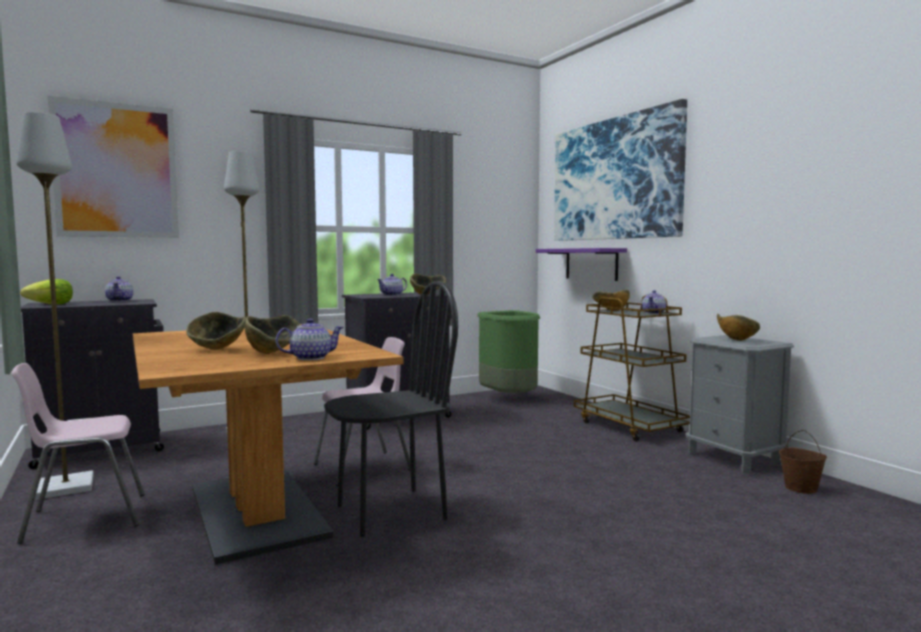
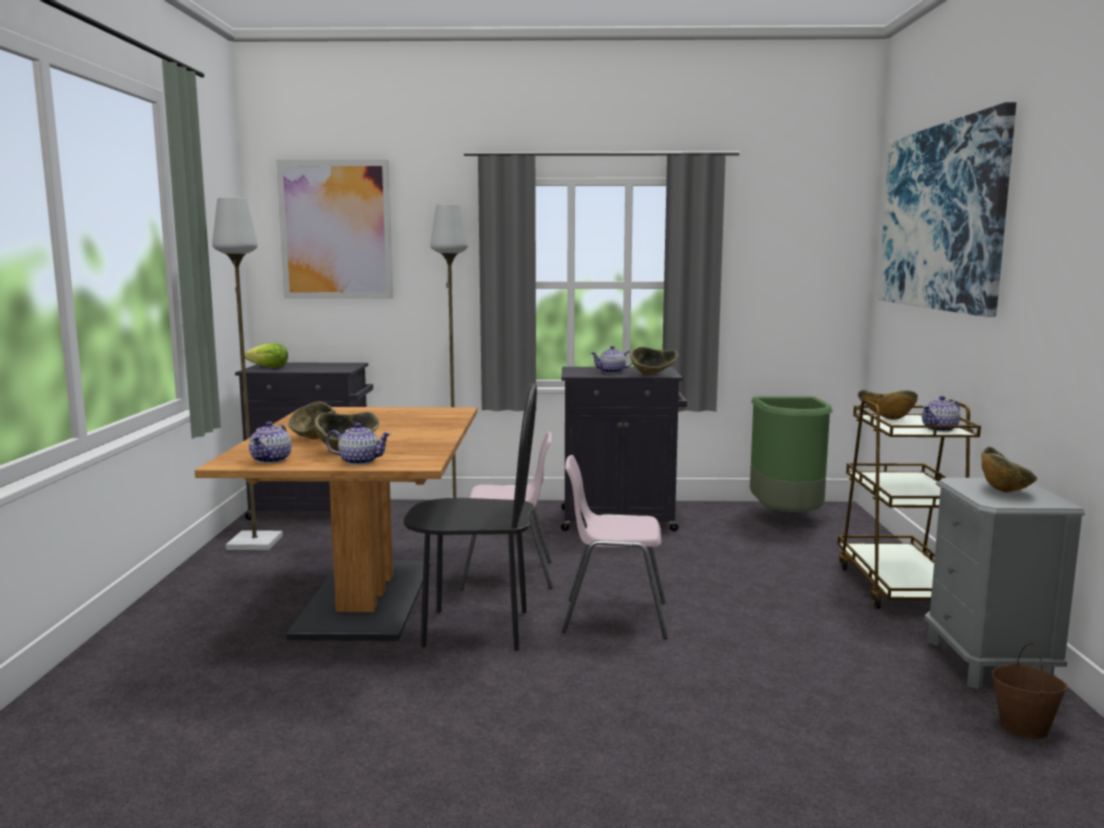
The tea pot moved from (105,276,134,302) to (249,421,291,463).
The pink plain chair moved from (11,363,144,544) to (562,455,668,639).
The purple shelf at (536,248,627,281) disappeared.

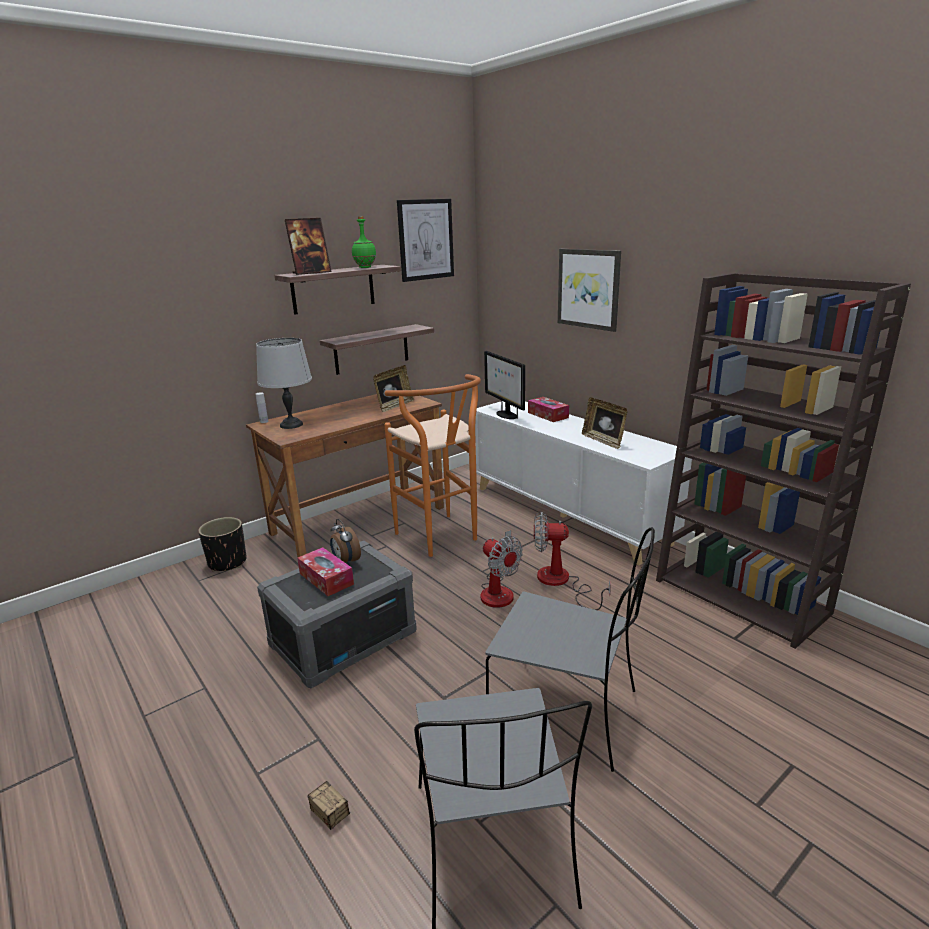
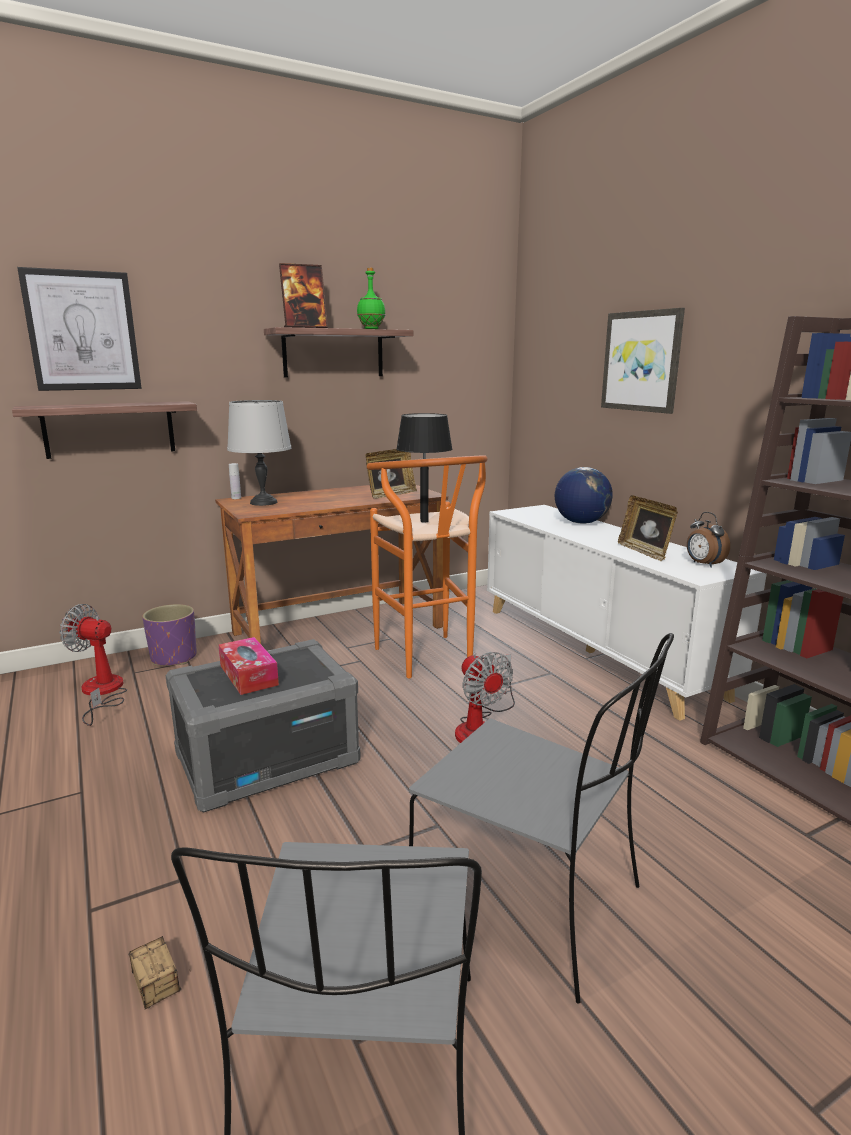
The shelf moved from (320,324,434,375) to (12,401,197,459).
The wall art moved from (397,199,454,282) to (17,267,142,391).
The electric fan moved from (534,512,611,610) to (59,604,127,726).
The black plant pot at (198,517,247,572) became the purple plant pot at (142,604,197,666).
The black lamp for a table at (396,413,453,522) appeared.
The box of tissues at (528,397,569,422) was replaced by the desk globe at (555,467,613,524).
The table clock moved from (330,519,361,566) to (687,512,730,568).
The computer screen at (484,351,525,419) disappeared.

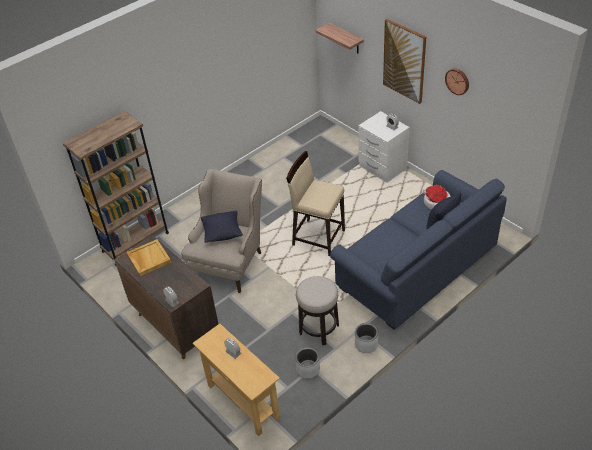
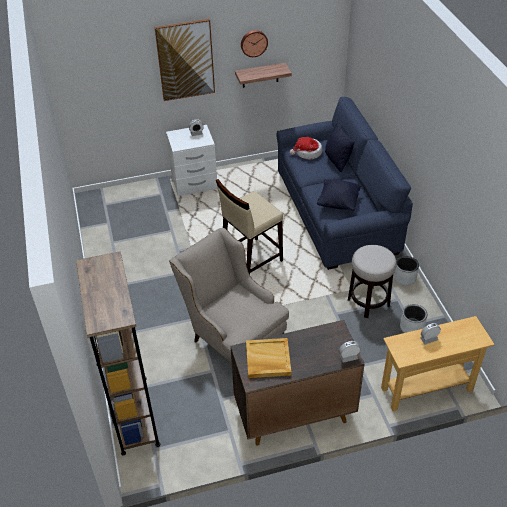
The shelf moved from (316,23,364,53) to (235,63,292,88).
The black throw pillow moved from (201,211,243,243) to (317,179,361,211).

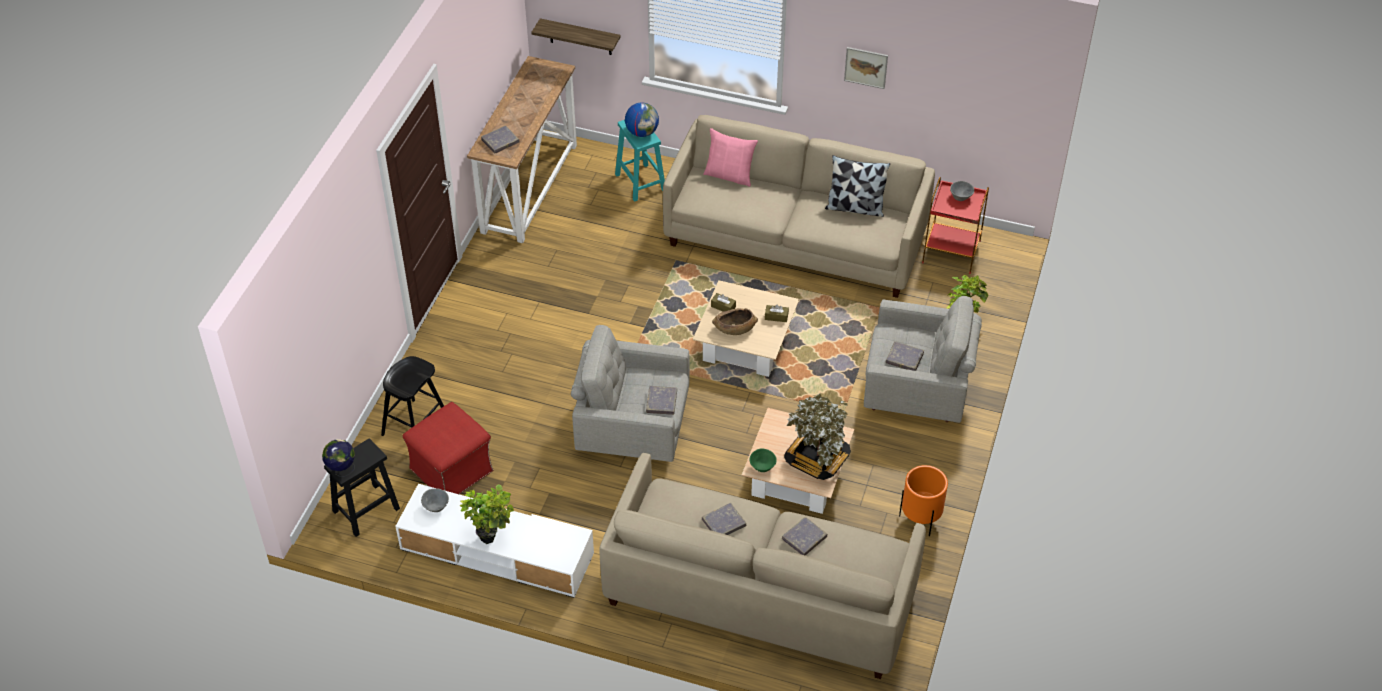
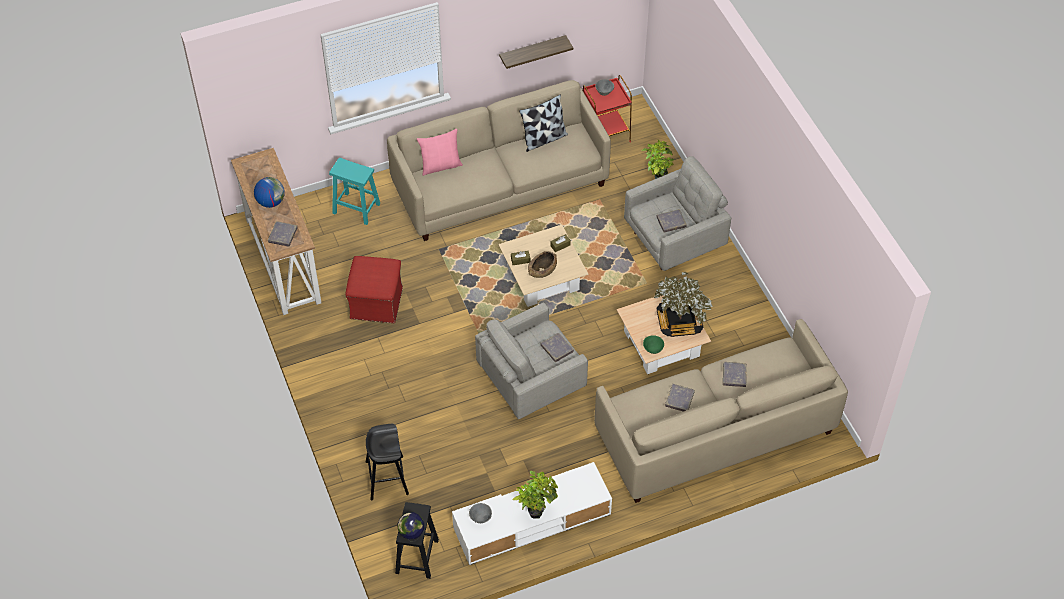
The desk globe moved from (625,103,659,137) to (254,177,285,208).
The reddish footrest moved from (403,402,493,494) to (345,256,403,323).
The shelf moved from (531,18,620,55) to (499,35,573,69).
The wall art at (844,47,888,89) disappeared.
The orangey plant pot at (899,465,948,536) disappeared.

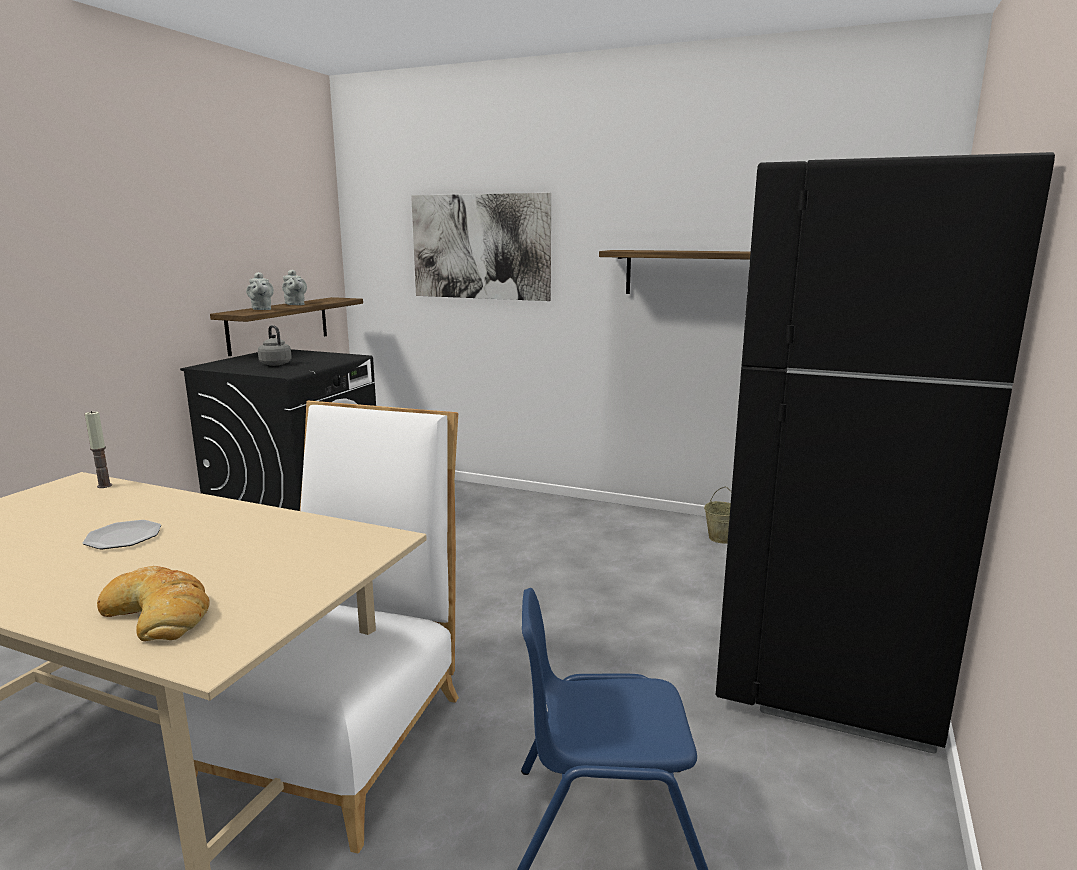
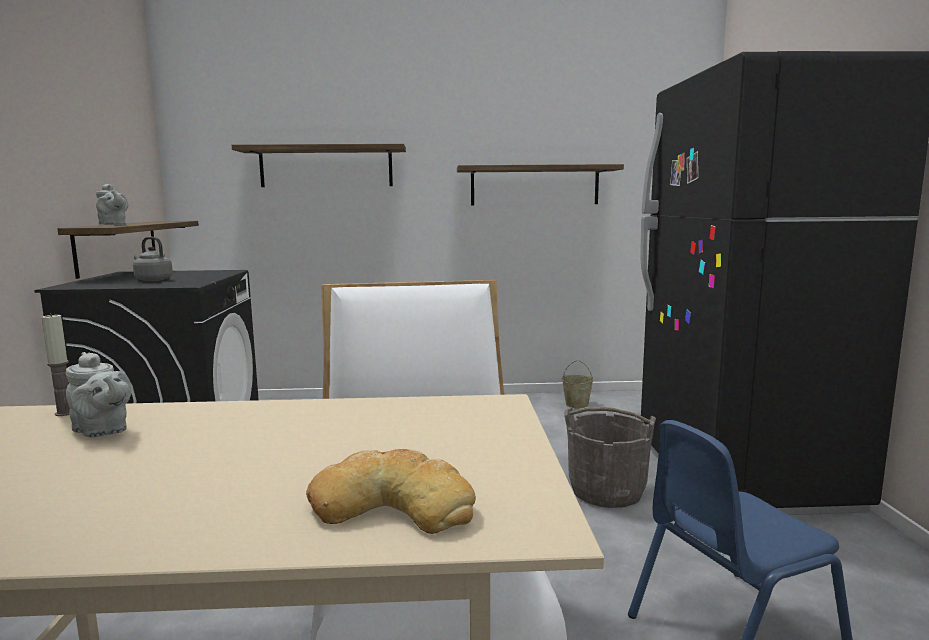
The grey tea pot moved from (282,270,307,305) to (65,352,132,438).
The wall art at (411,193,551,301) was replaced by the shelf at (232,144,406,187).
The grey bucket at (564,407,656,508) appeared.
The flat dish at (83,520,161,549) disappeared.

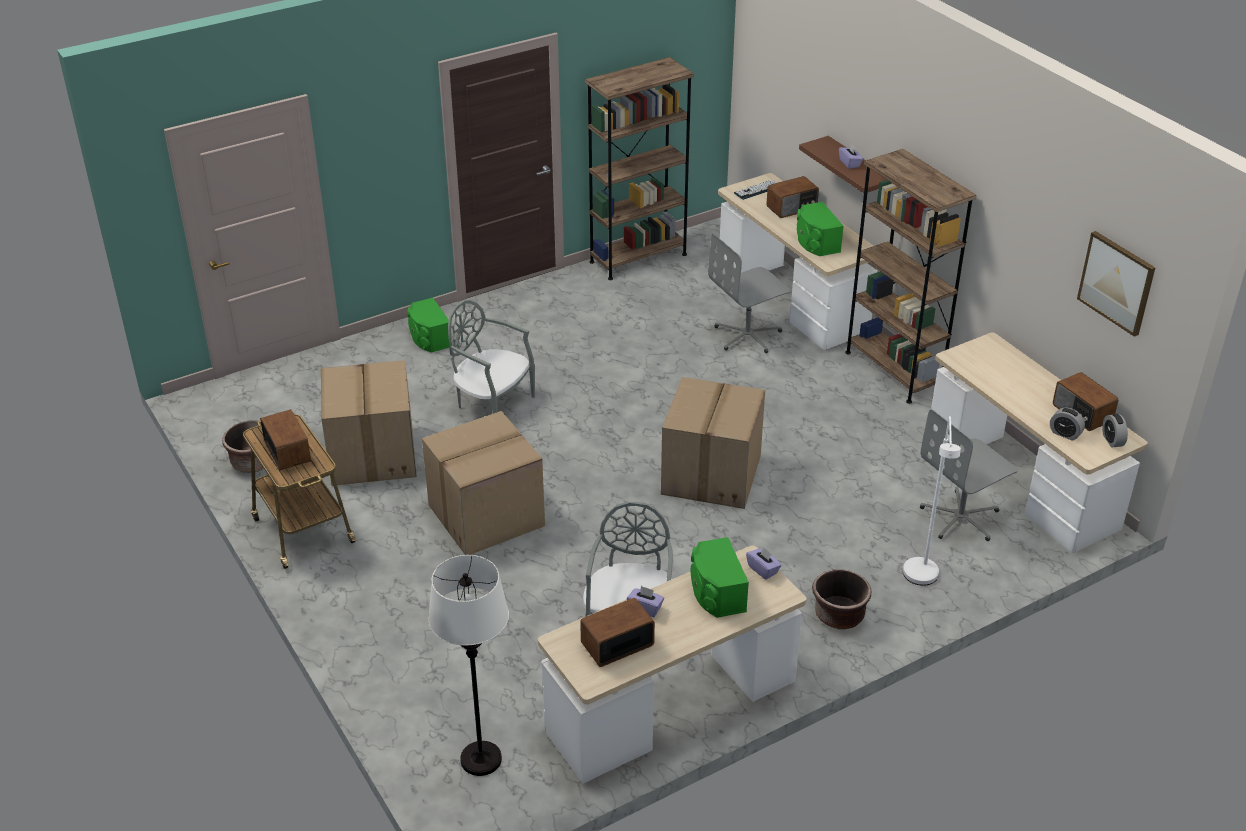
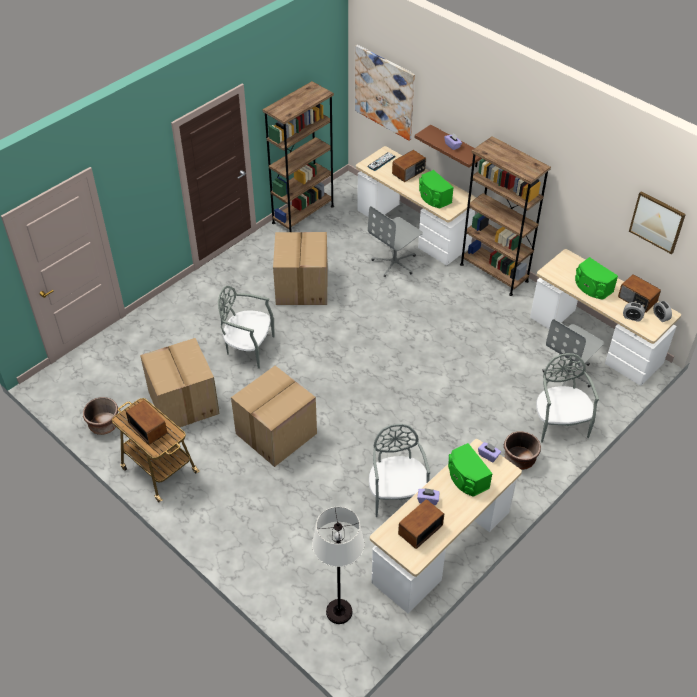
The cardboard box moved from (661,377,765,509) to (273,232,328,305).
The wall art at (355,45,415,141) appeared.
The white standard lamp at (903,416,961,586) was replaced by the grey plain chair at (536,353,599,443).
The greenish speaker moved from (408,298,452,353) to (575,257,618,300).

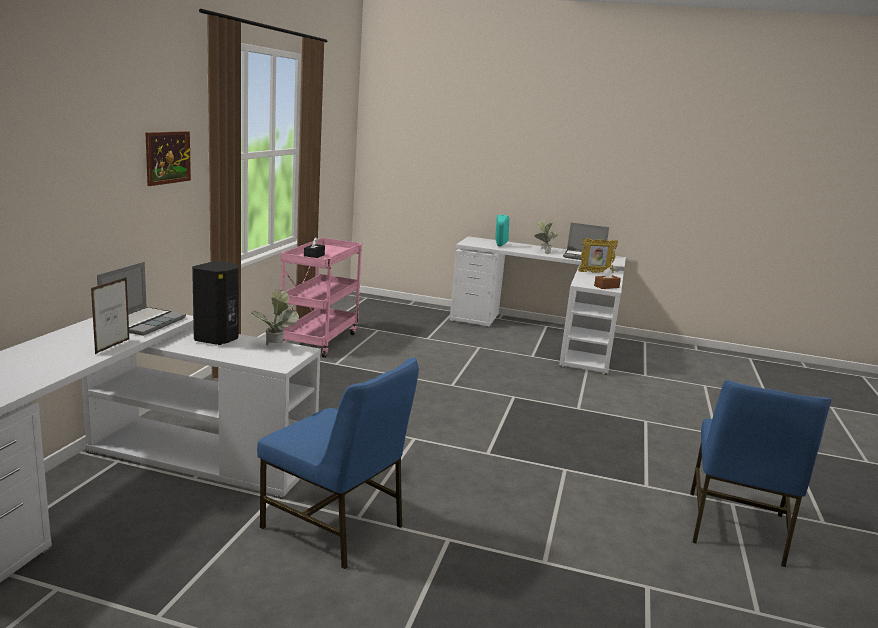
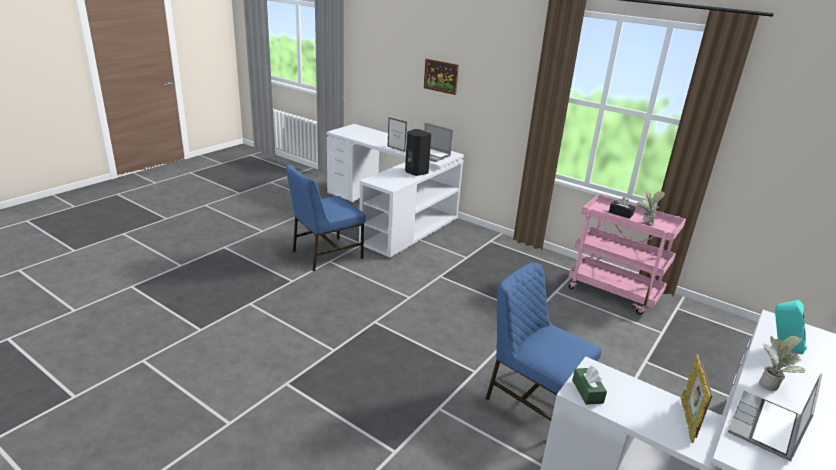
The wall art moved from (146,131,191,186) to (424,59,459,95).
The blue-coloured plain chair moved from (690,380,832,567) to (485,262,601,421).
The brown-coloured box of tissues at (594,268,621,289) became the greenish box of tissues at (572,365,607,405).
The potted plant moved from (251,289,299,345) to (636,190,665,226).

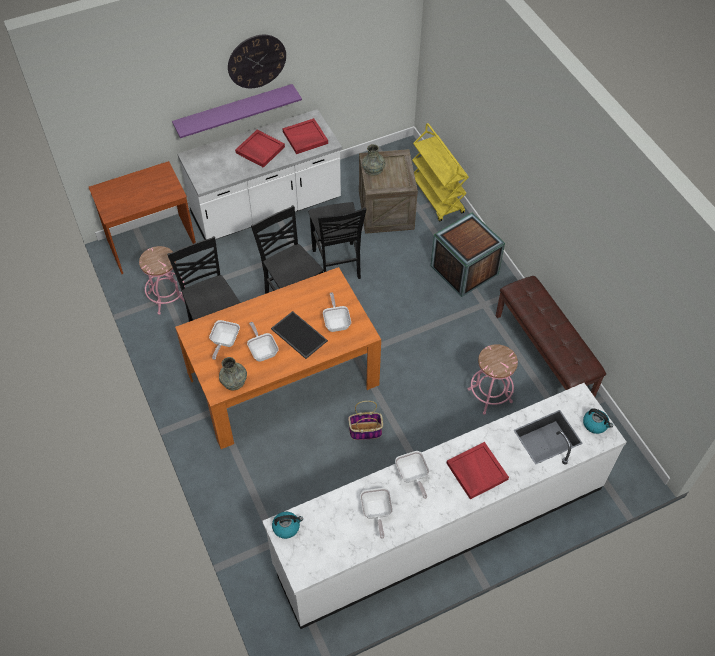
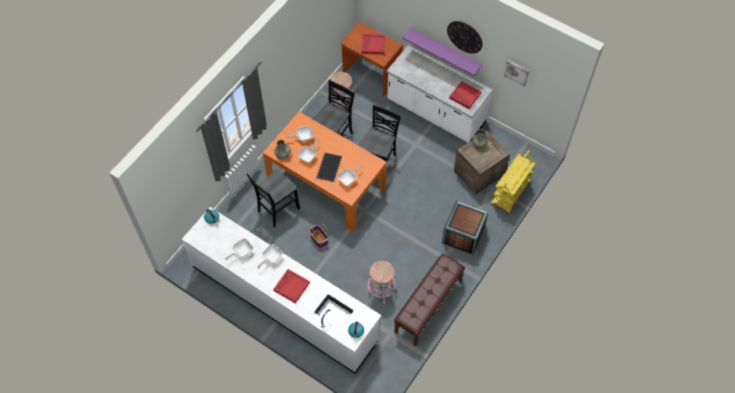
The black plain chair moved from (308,202,367,279) to (247,170,300,227).
The reddish serving tray moved from (235,130,285,168) to (361,34,385,55).
The wall art at (504,60,529,87) appeared.

